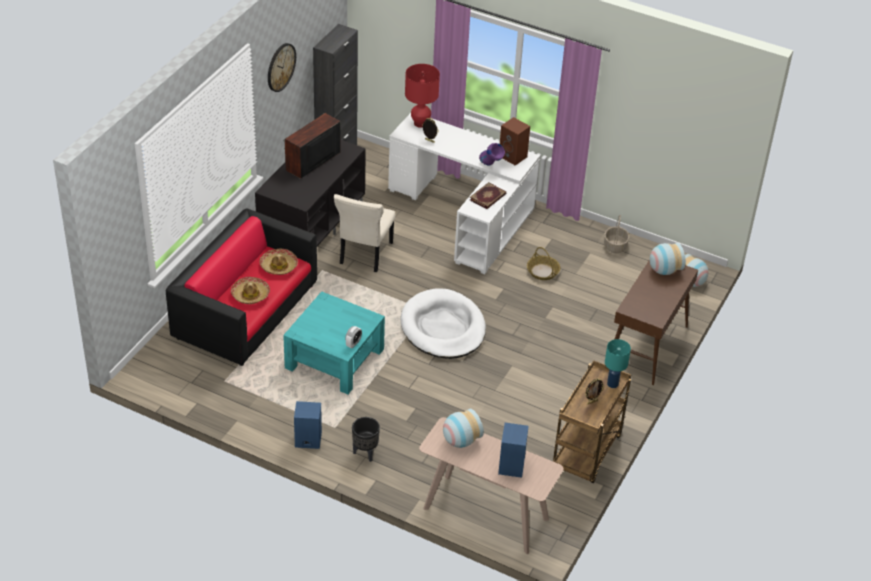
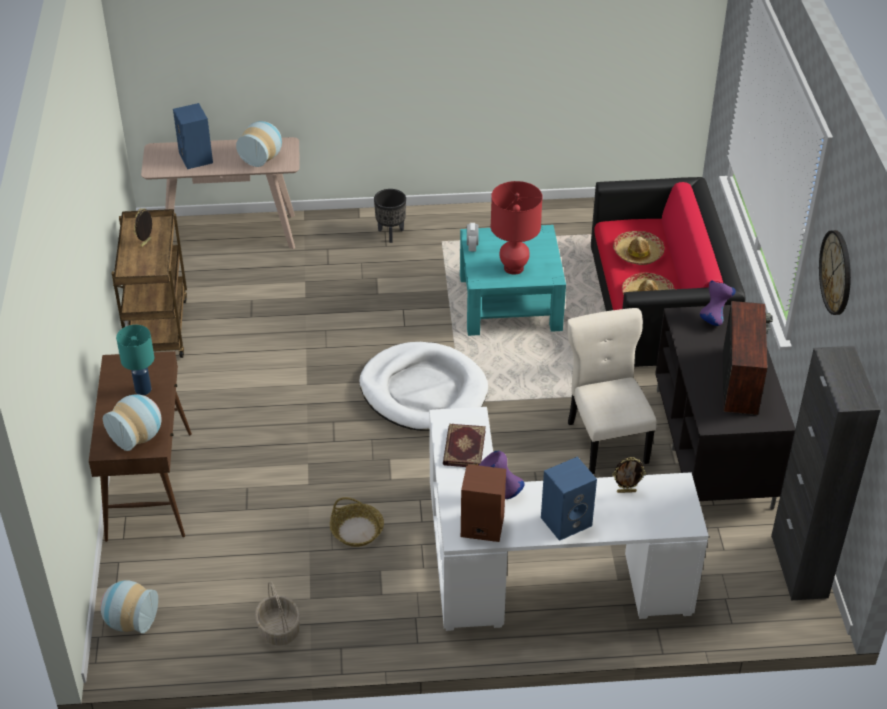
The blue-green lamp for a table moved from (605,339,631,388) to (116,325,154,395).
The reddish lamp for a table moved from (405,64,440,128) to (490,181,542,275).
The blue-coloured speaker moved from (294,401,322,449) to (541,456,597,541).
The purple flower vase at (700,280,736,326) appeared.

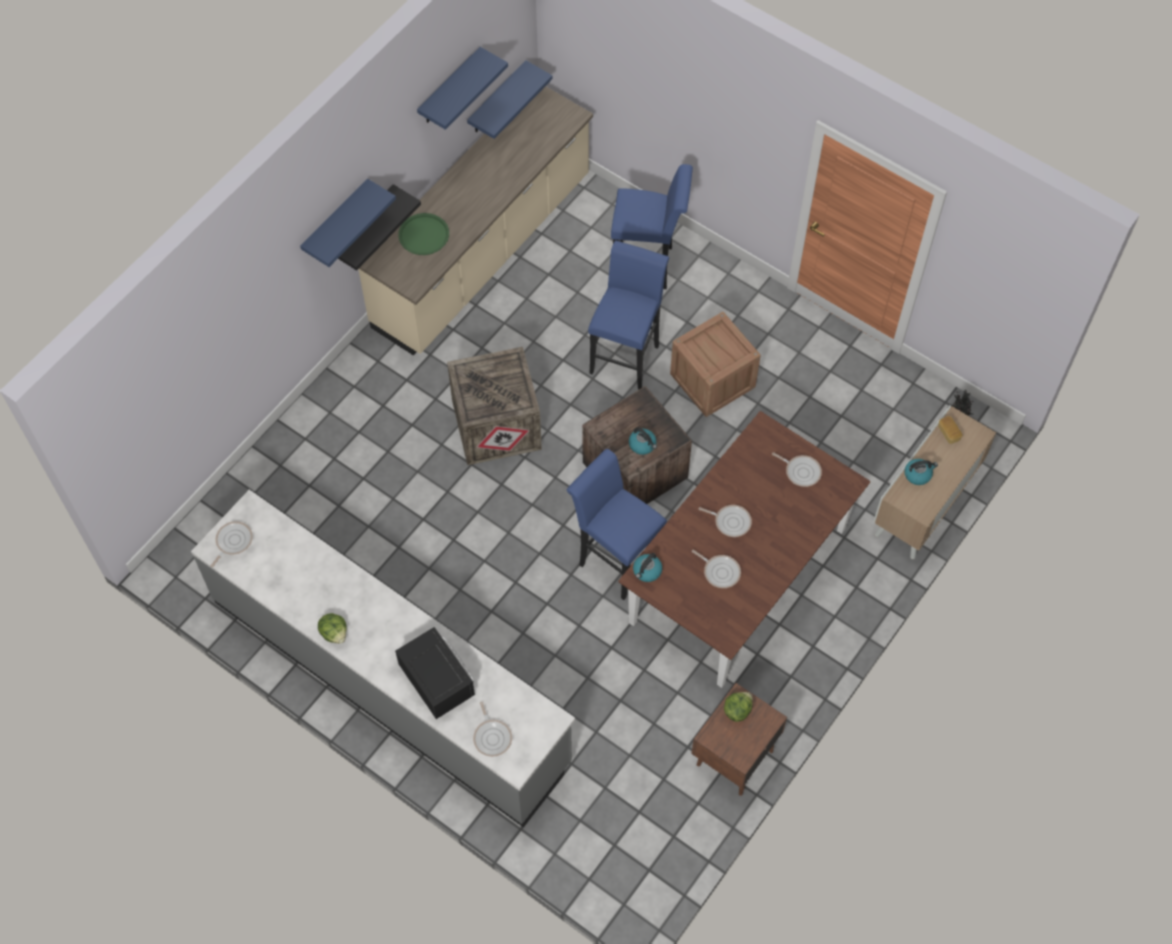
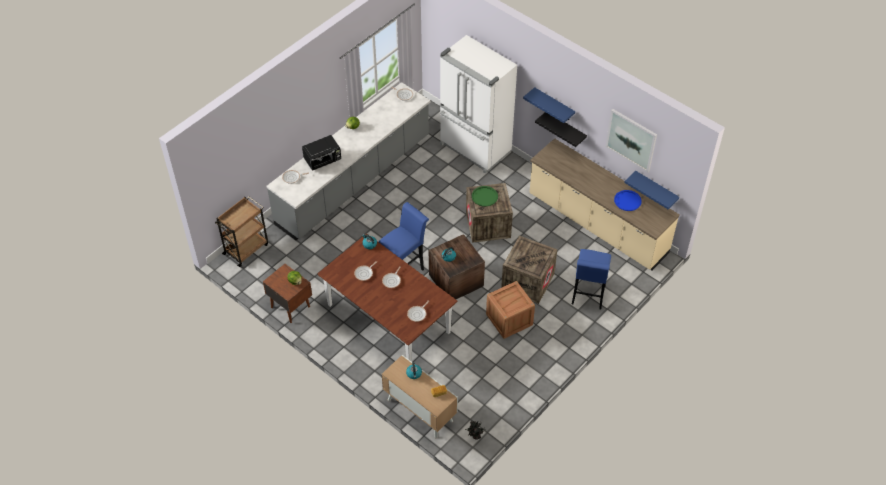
The brown-coloured trolley at (215,197,268,267) appeared.
The white refrigerator at (440,35,517,174) appeared.
The greenish serving tray moved from (398,213,449,255) to (472,186,498,207).
The blue-coloured stool at (588,241,669,389) was replaced by the packing crate at (501,236,557,304).
The blue-coloured shelf at (417,47,508,130) was replaced by the wall art at (605,109,657,172).
The blue-coloured serving tray at (614,190,642,211) appeared.

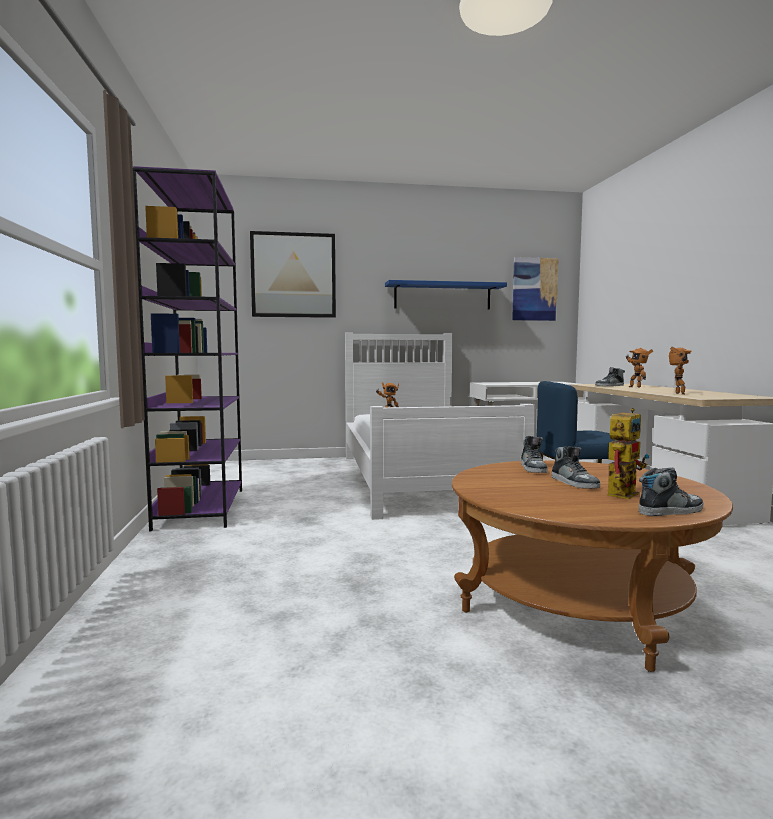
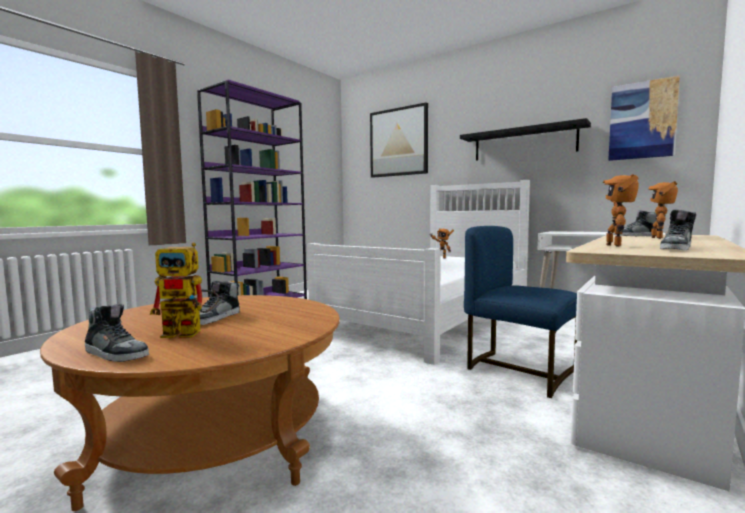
The blue-coloured shelf at (385,280,507,310) became the black shelf at (460,118,591,161).
The model robot at (669,347,692,395) turned 135 degrees clockwise.
The item of footwear moved from (521,436,548,473) to (660,210,696,250).

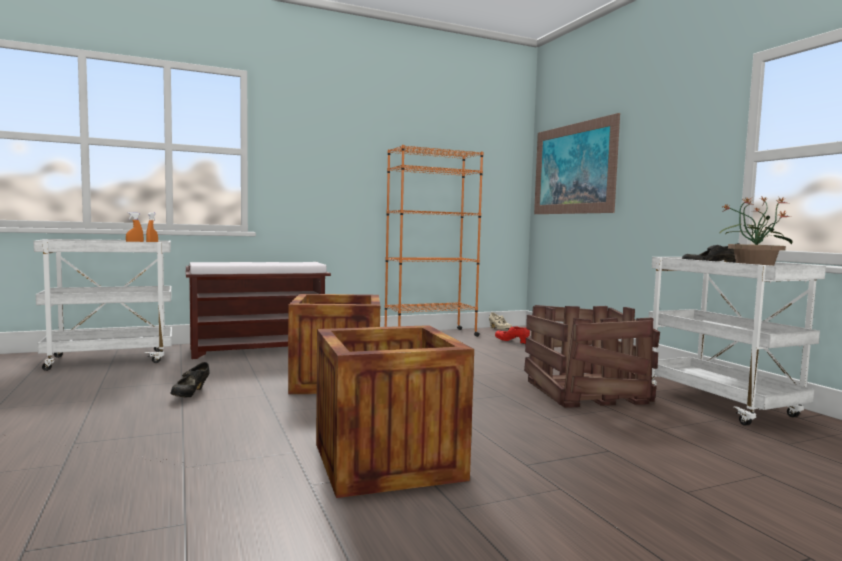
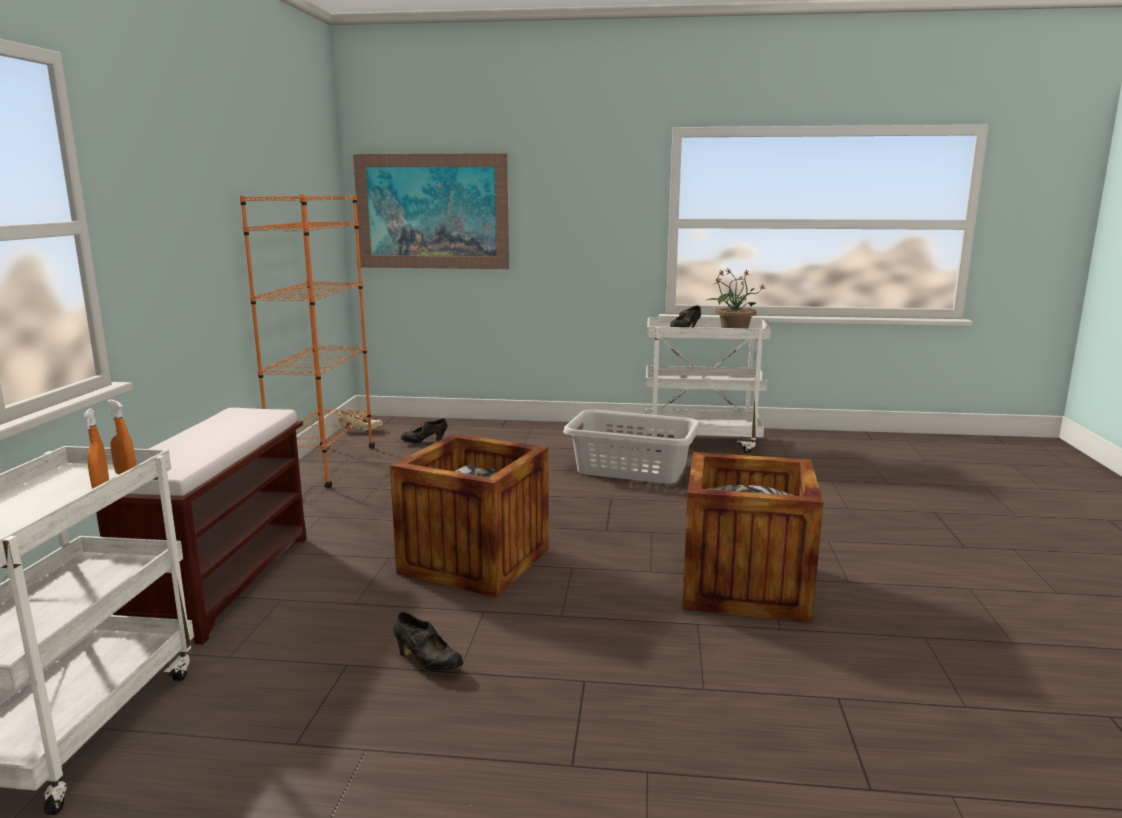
The reddish item of footwear at (495,326,530,344) became the black item of footwear at (401,418,447,443).
The packing crate at (524,305,660,408) was replaced by the grey hamper at (563,410,701,484).

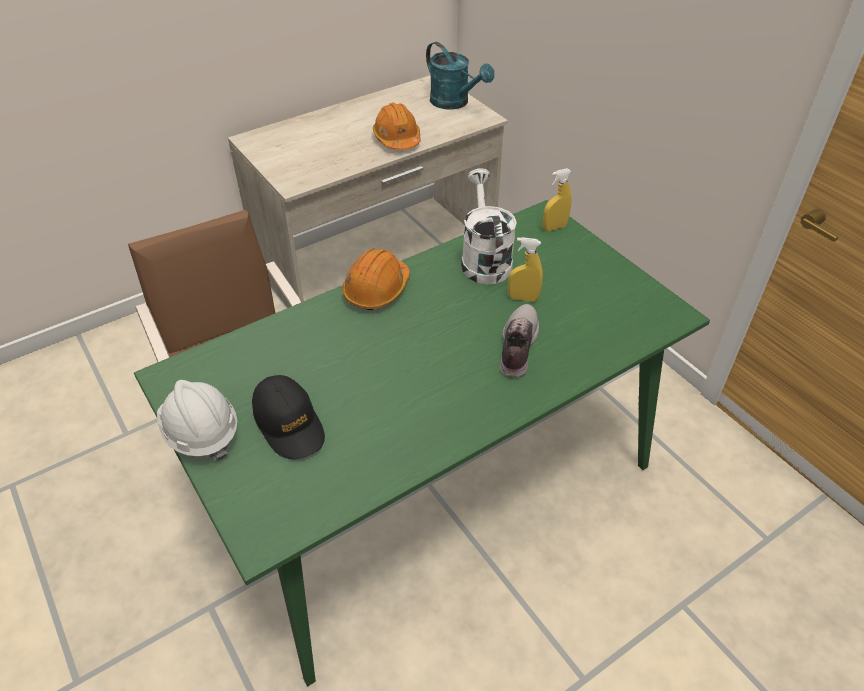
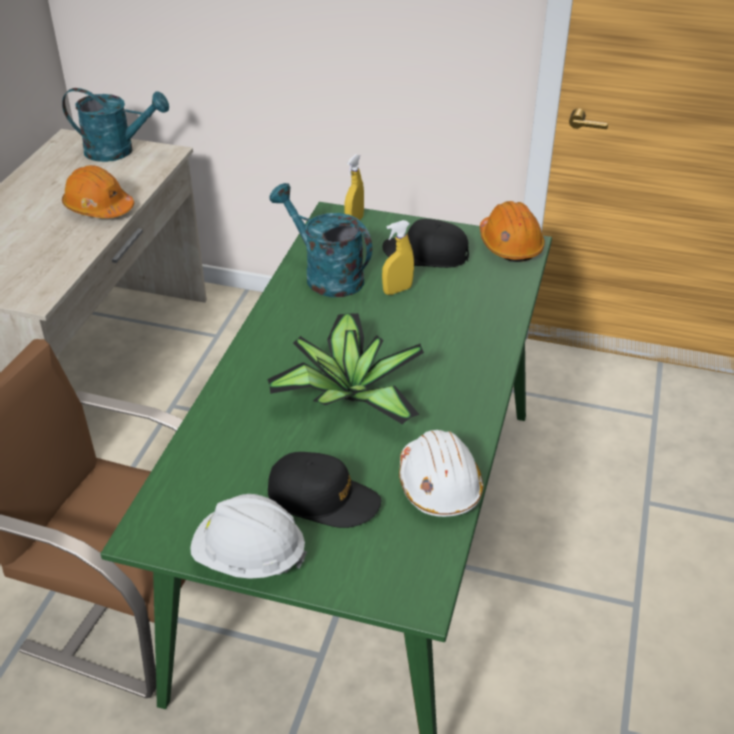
The potted plant at (267,313,424,424) appeared.
The white watering pot at (461,168,517,284) became the blue-green watering pot at (270,183,372,297).
The black cap at (382,219,469,268) appeared.
The white work helmet at (399,430,483,517) appeared.
The orangey work helmet moved from (342,249,410,310) to (480,201,545,262).
The item of footwear at (500,304,539,377) disappeared.

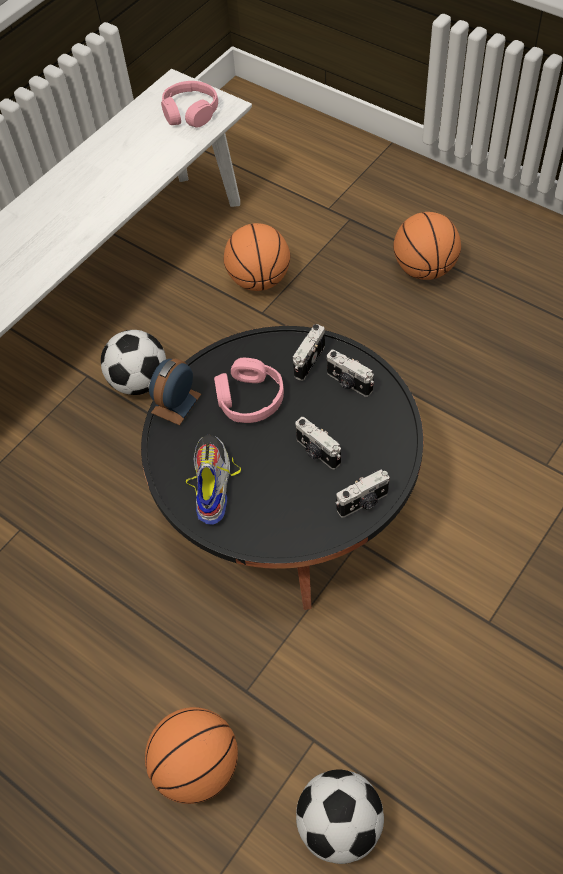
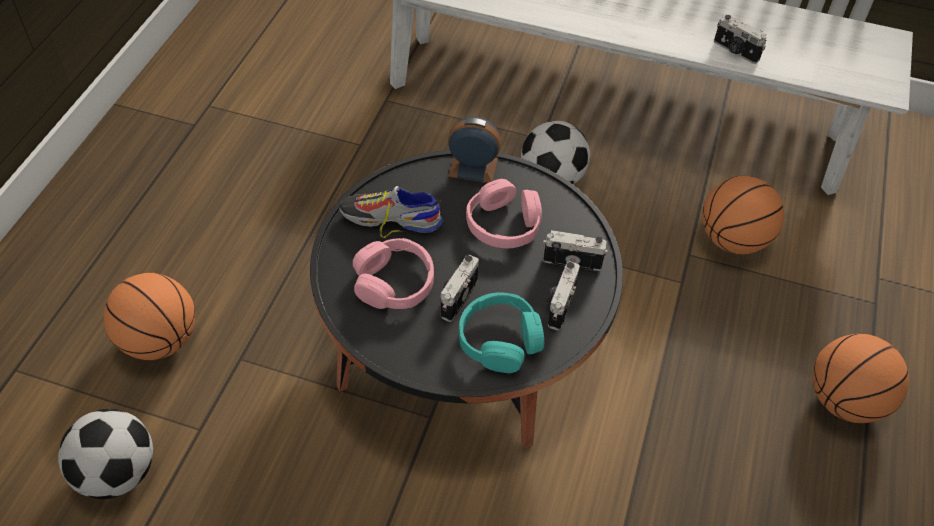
The item of footwear at (186,434,241,525) turned 150 degrees counterclockwise.
The pink pair of headphones moved from (161,81,218,127) to (353,238,434,309).
The blue-green pair of headphones at (459,292,544,373) appeared.
The still camera moved from (336,469,390,518) to (714,15,767,64).

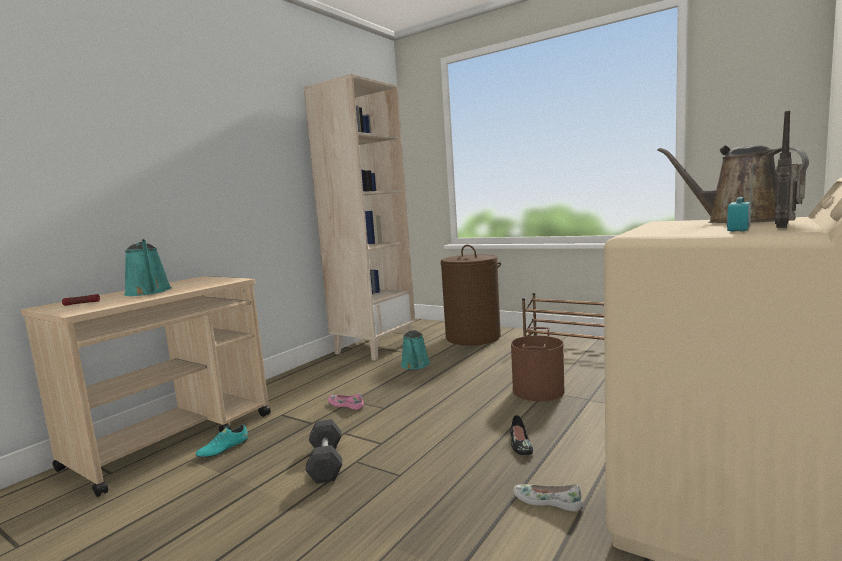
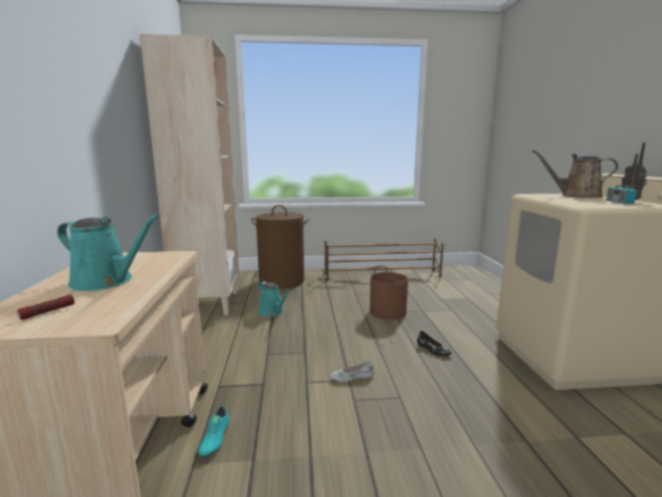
The white item of footwear moved from (513,484,583,511) to (331,360,374,382).
The grey hand weight at (305,419,342,484) disappeared.
The pink item of footwear at (328,393,364,410) disappeared.

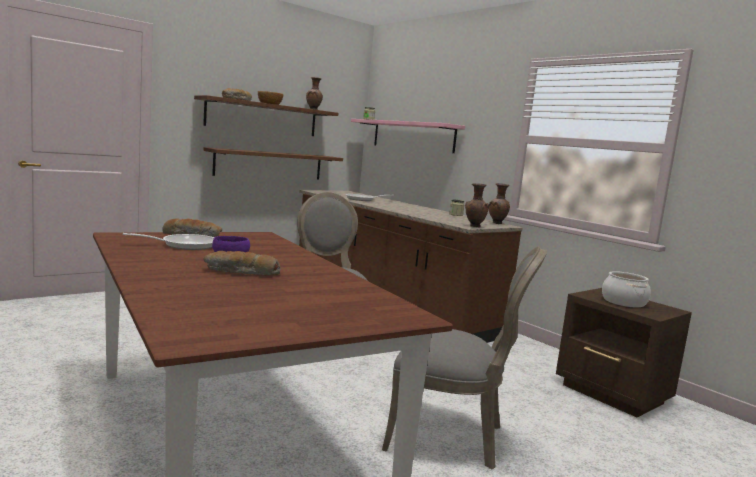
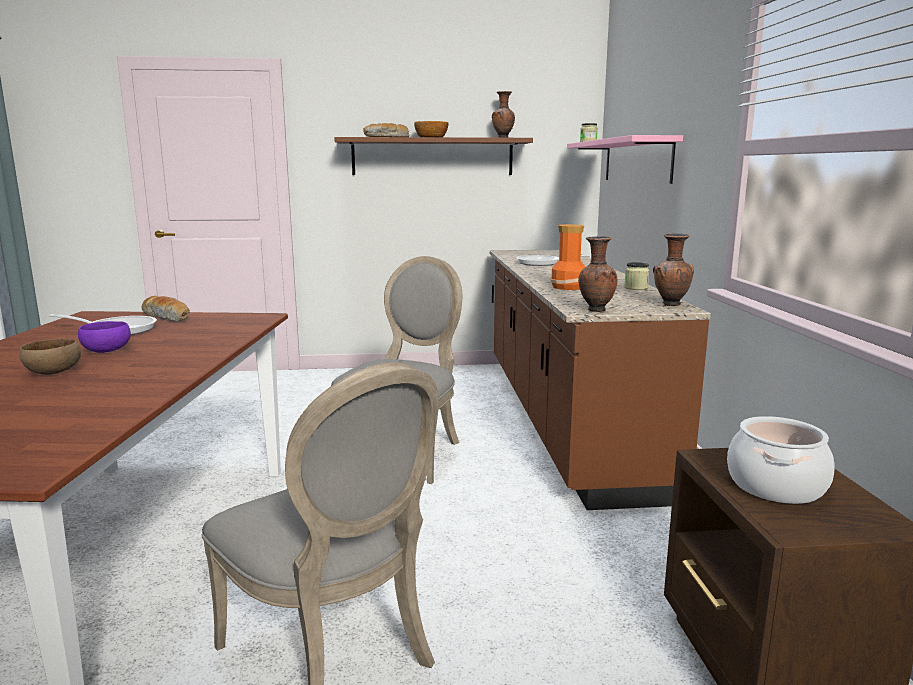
The bakery bread at (204,251,280,275) was replaced by the brown-coloured bowl at (20,339,81,375).
The flower vase at (550,224,585,290) appeared.
The brown-coloured shelf at (203,147,343,180) disappeared.

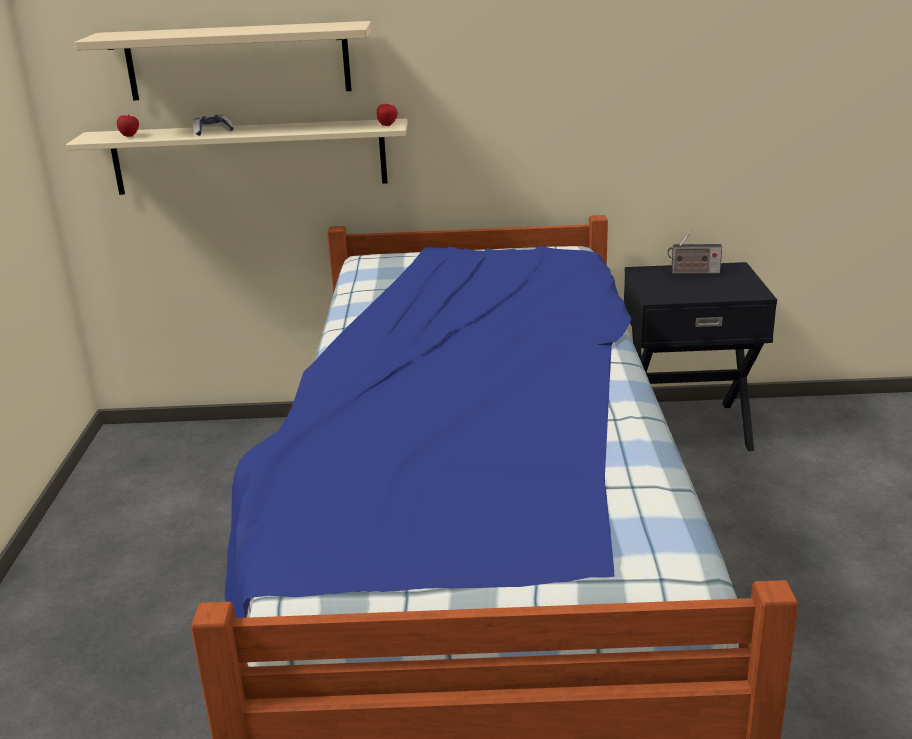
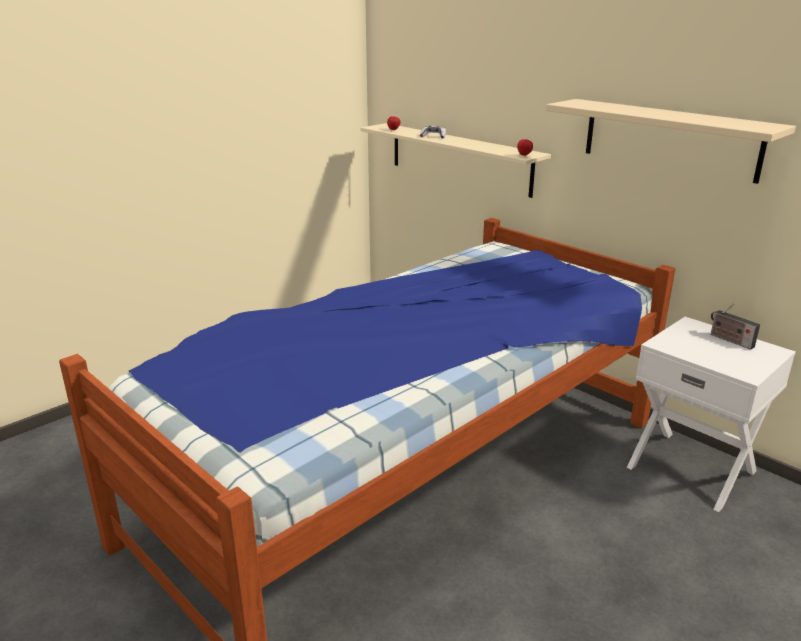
The beige-coloured shelf moved from (75,21,372,101) to (546,99,796,184).
The black nightstand at (624,262,777,451) became the white nightstand at (627,317,796,512).

